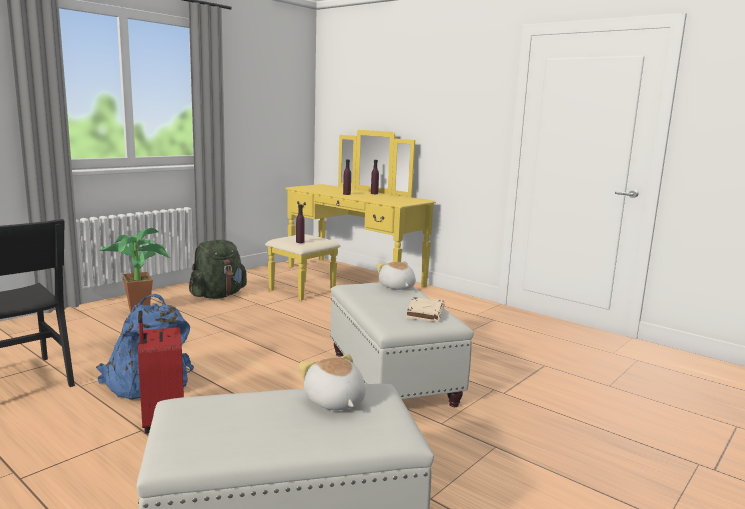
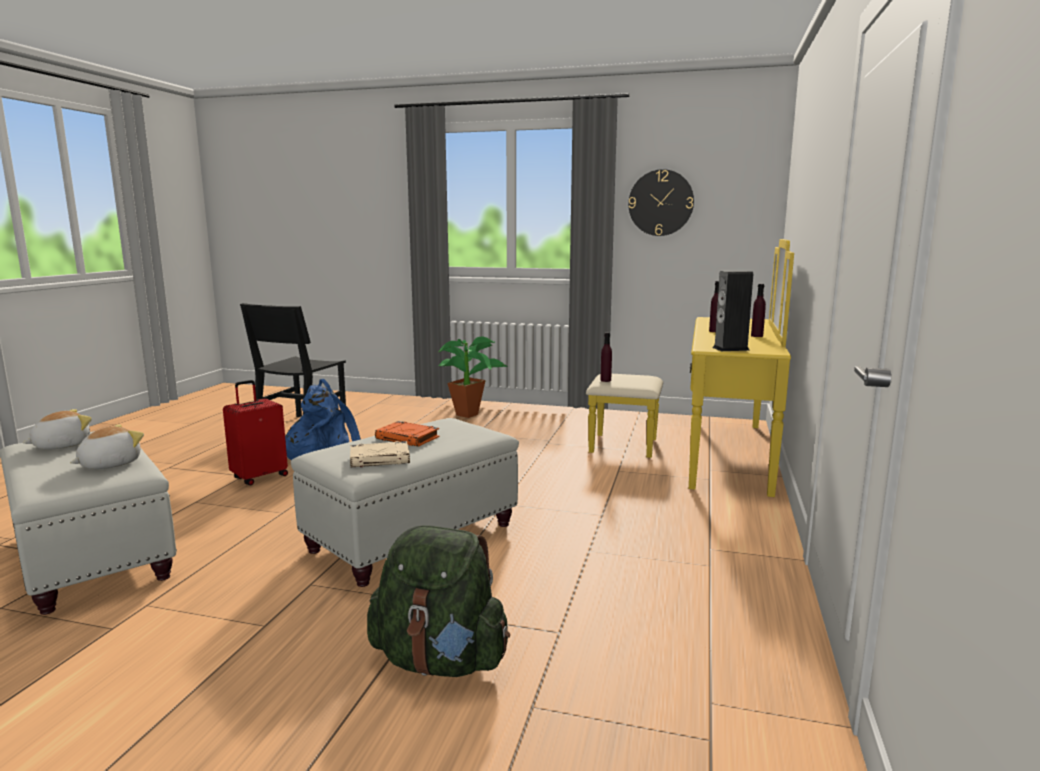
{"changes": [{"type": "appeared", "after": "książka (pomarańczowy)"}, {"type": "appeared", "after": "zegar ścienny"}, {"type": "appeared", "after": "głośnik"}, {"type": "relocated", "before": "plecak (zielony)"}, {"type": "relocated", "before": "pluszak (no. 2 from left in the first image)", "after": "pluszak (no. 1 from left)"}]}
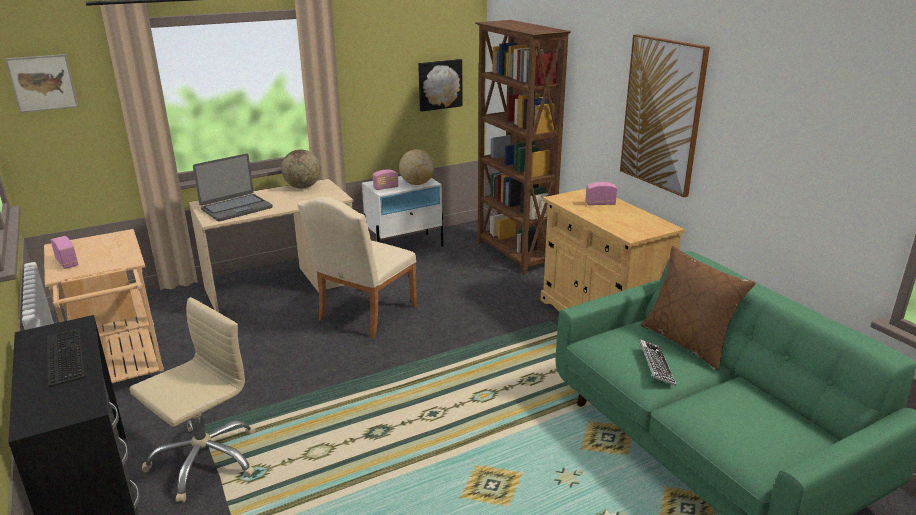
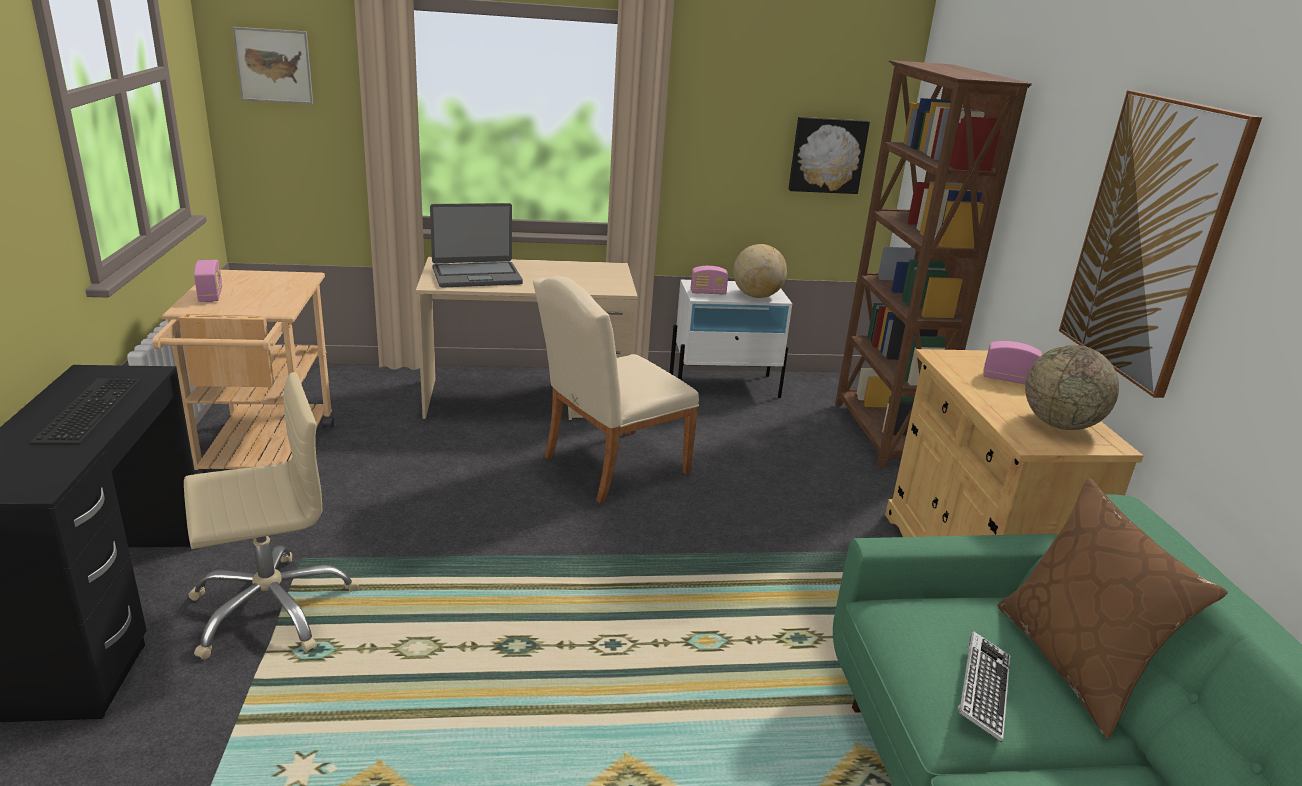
{"changes": [{"type": "relocated", "before": "globus (no. 1 from left in the first image)", "after": "globus (no. 2 from left)"}]}
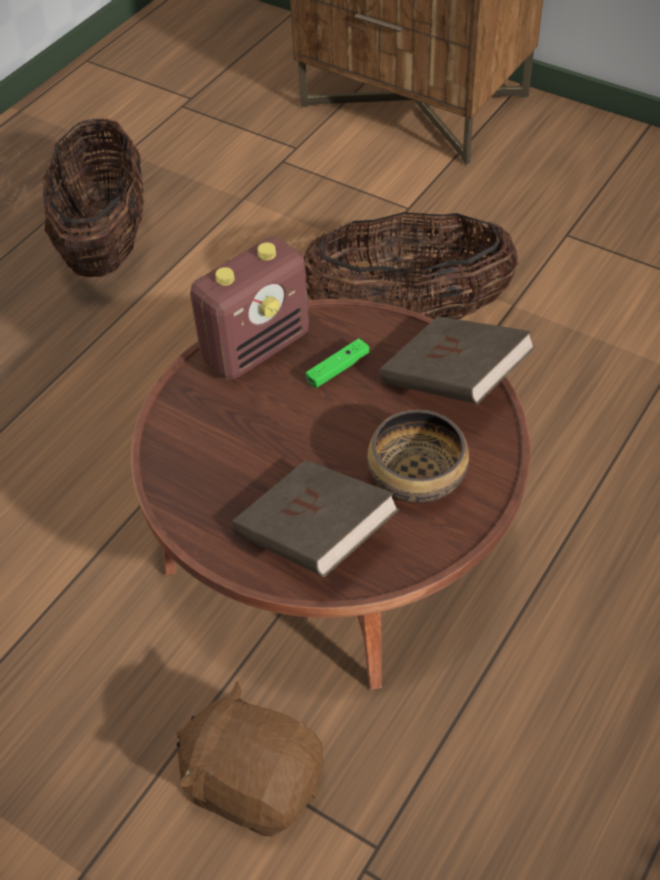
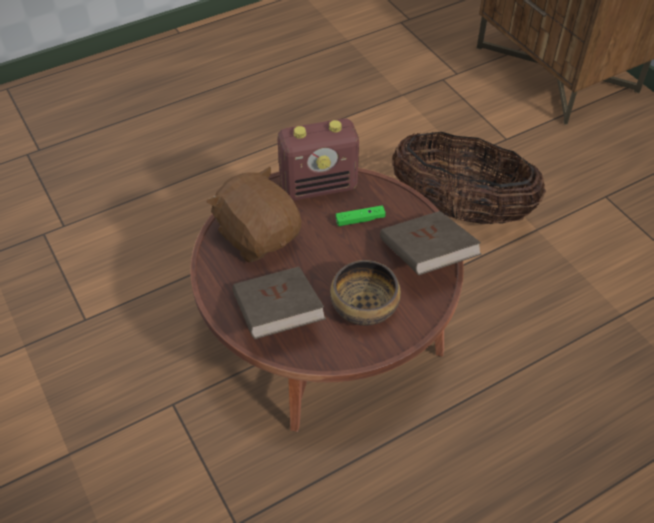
{"changes": [{"type": "missing", "before": "koszyk (no. 1 from left)"}, {"type": "relocated", "before": "pluszak (brązowy)"}]}
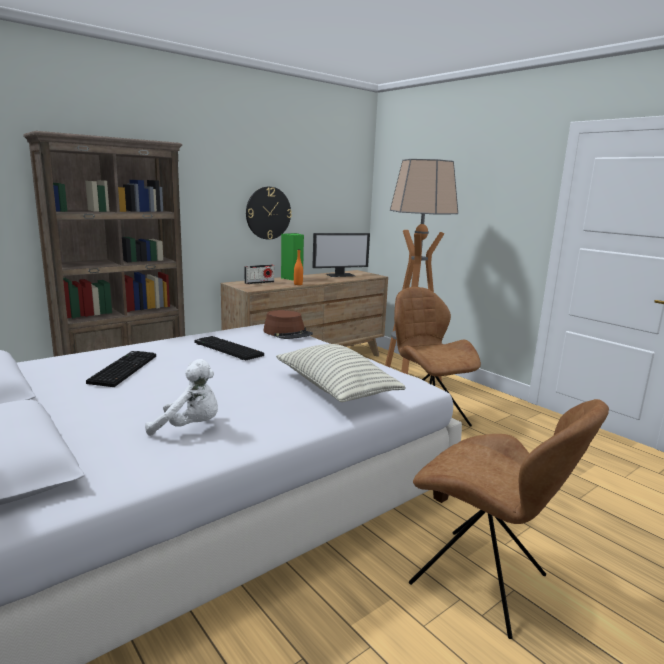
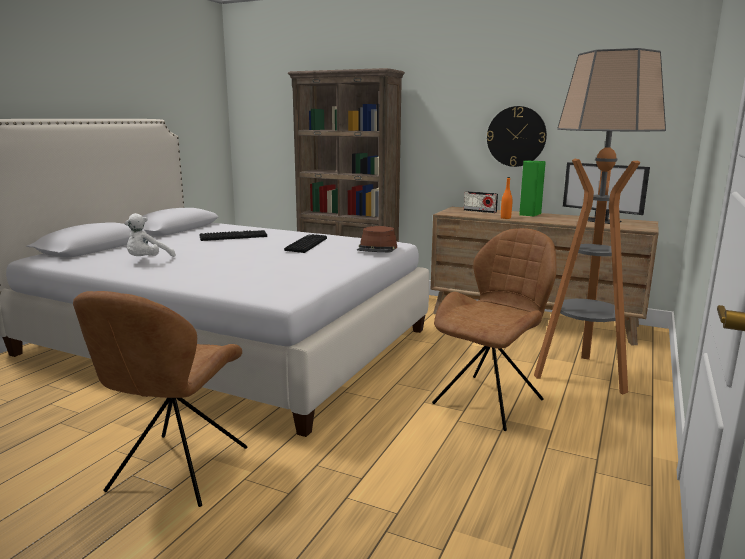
{"changes": [{"type": "missing", "before": "poduszka"}, {"type": "spun", "before": "pluszak (biały)", "turn": 45}]}
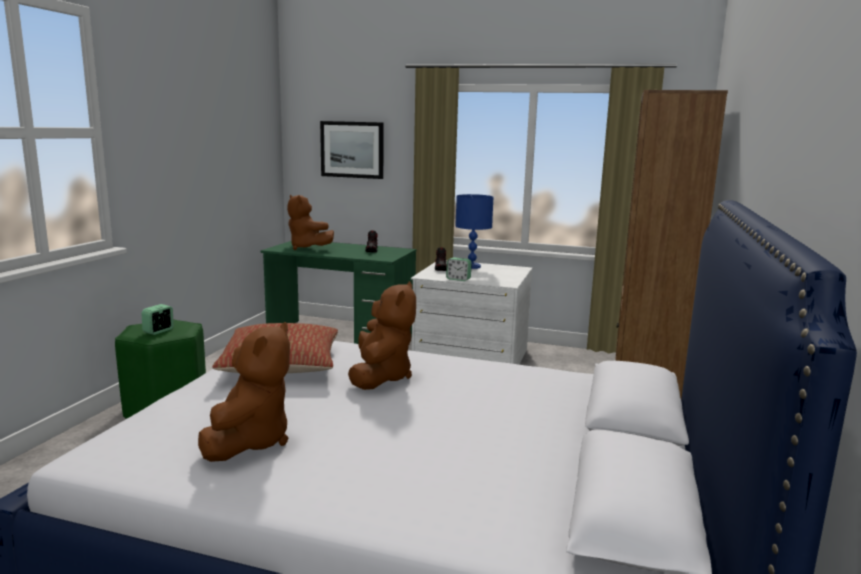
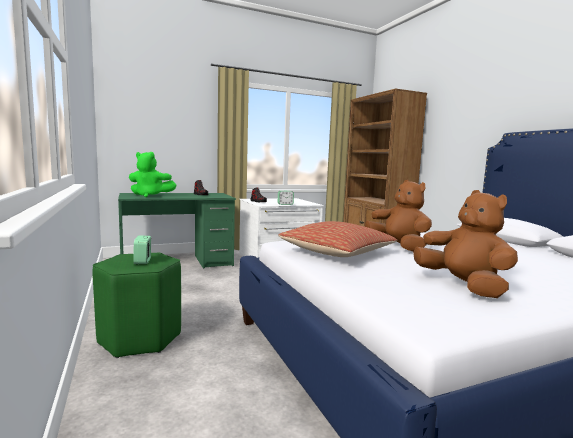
{"changes": [{"type": "missing", "before": "obraz"}, {"type": "missing", "before": "lampa stołowa (niebieski)"}, {"type": "colour", "before": "pluszak (brązowy) (no. 2 from left)", "after": "pluszak (zielony)"}]}
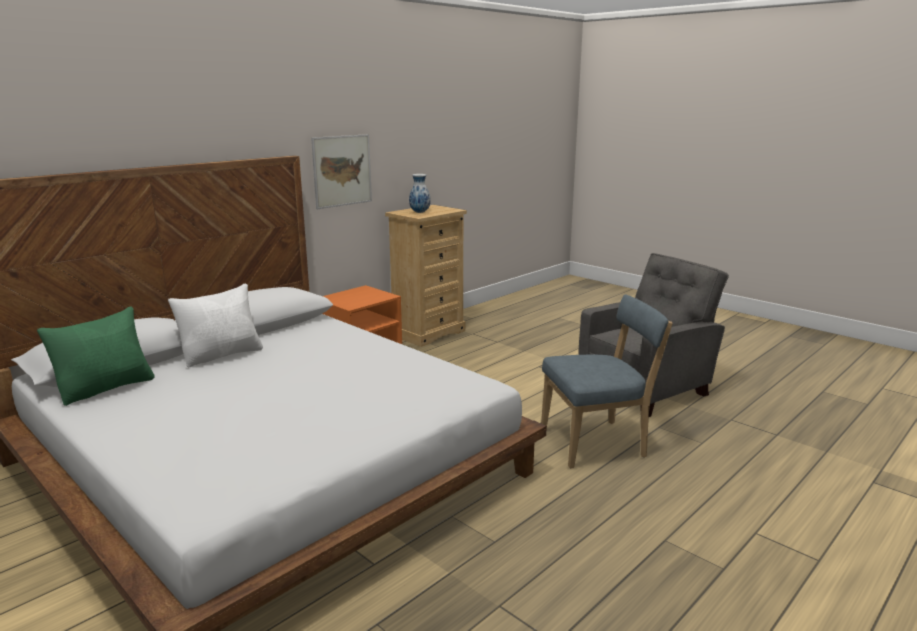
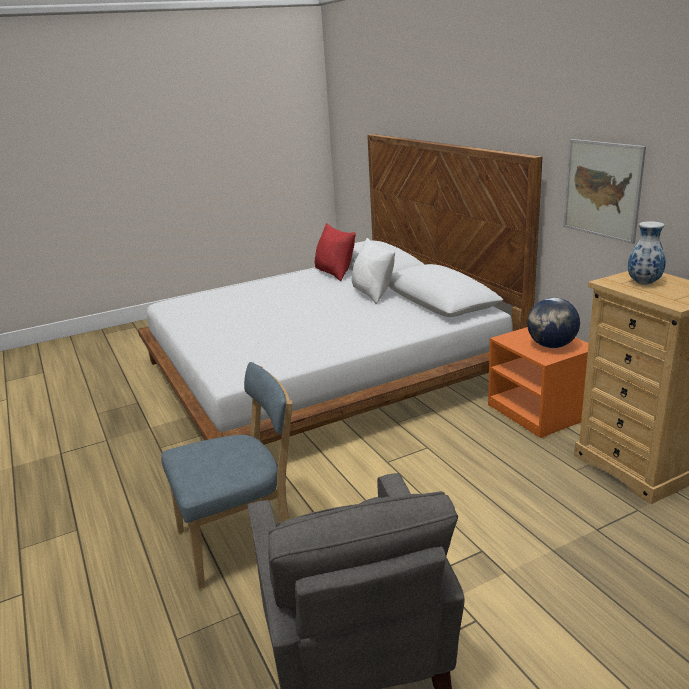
{"changes": [{"type": "appeared", "after": "globus"}, {"type": "colour", "before": "poduszka (zielony)", "after": "poduszka (czerwony)"}, {"type": "spun", "before": "krzesło (niebieski)", "turn": -120}]}
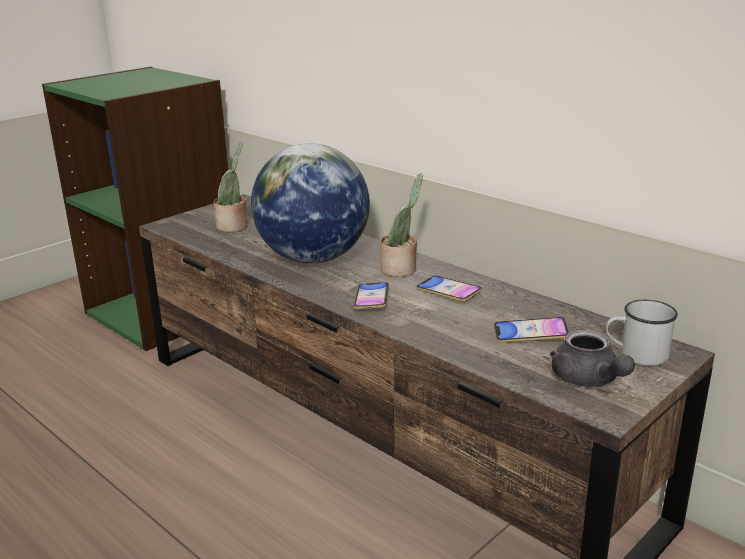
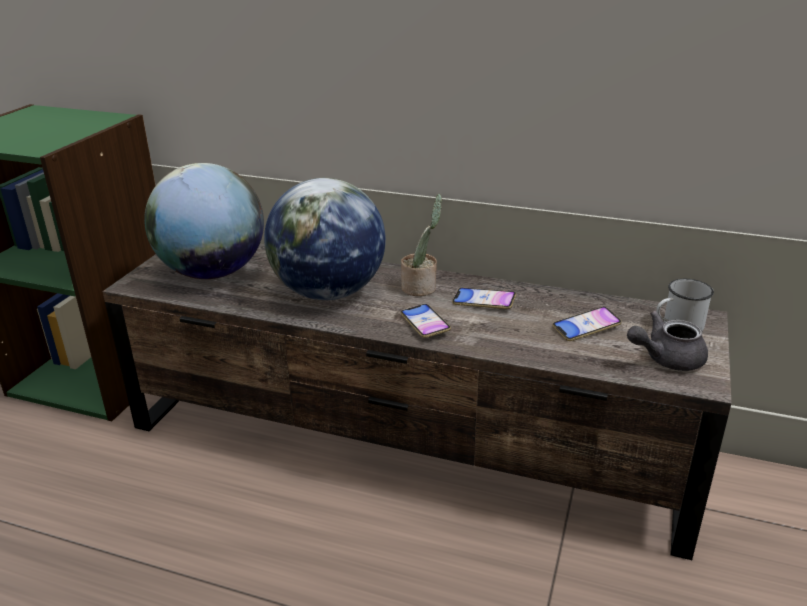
{"changes": [{"type": "exchanged", "before": "roślina doniczkowa (no. 1 from left)", "after": "globus (no. 1 from left)"}, {"type": "spun", "before": "imbryk (szary)", "turn": 120}]}
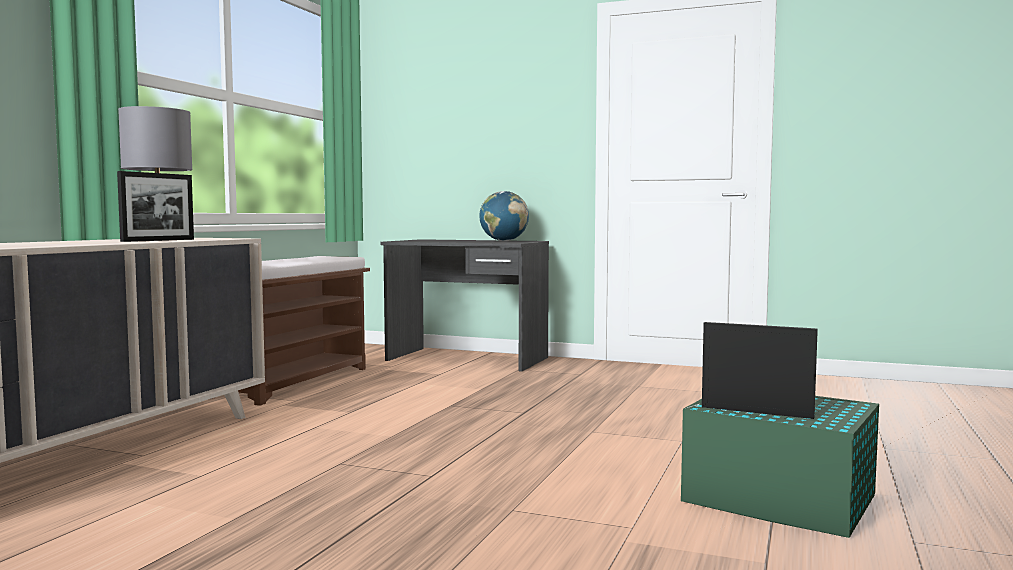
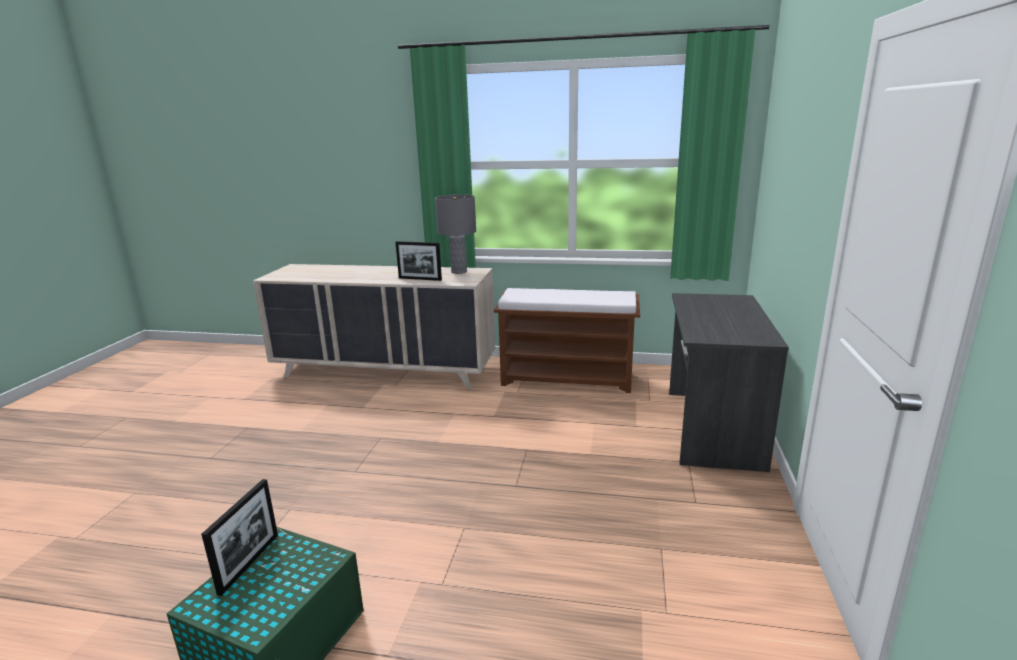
{"changes": [{"type": "missing", "before": "globus"}]}
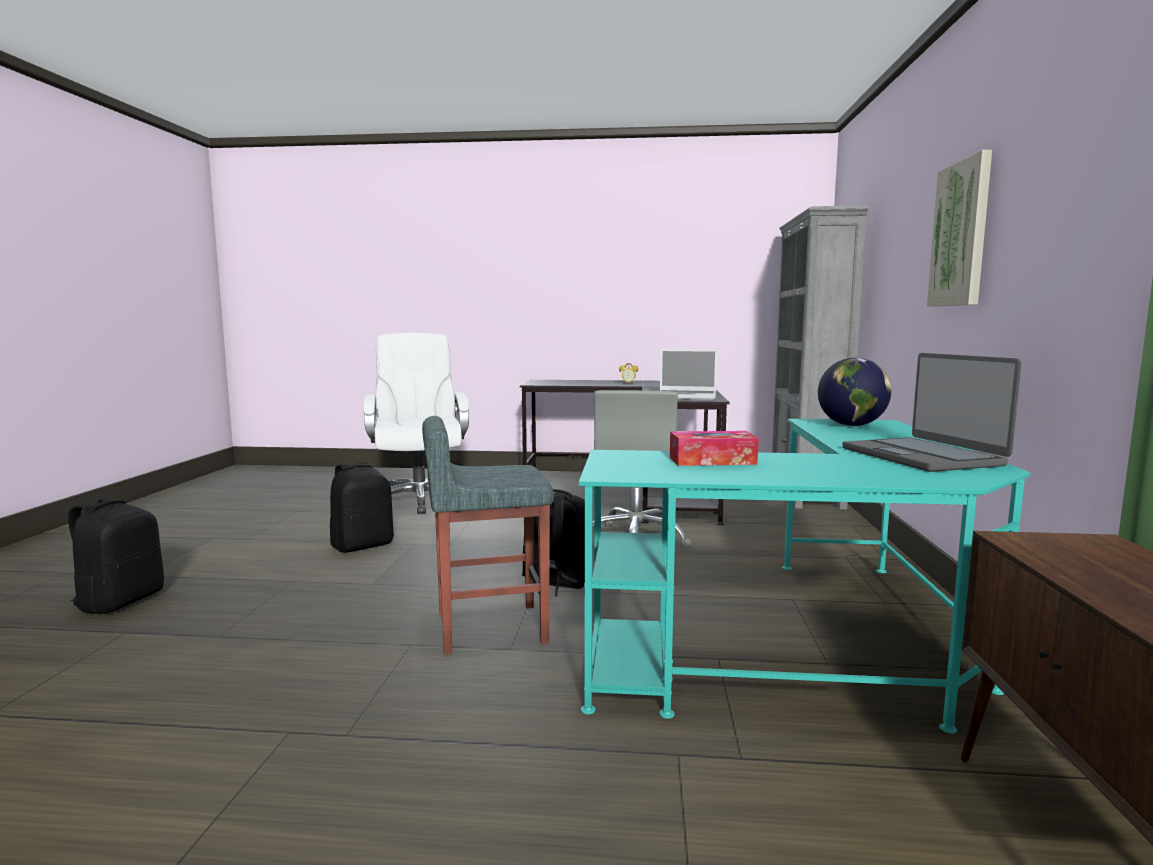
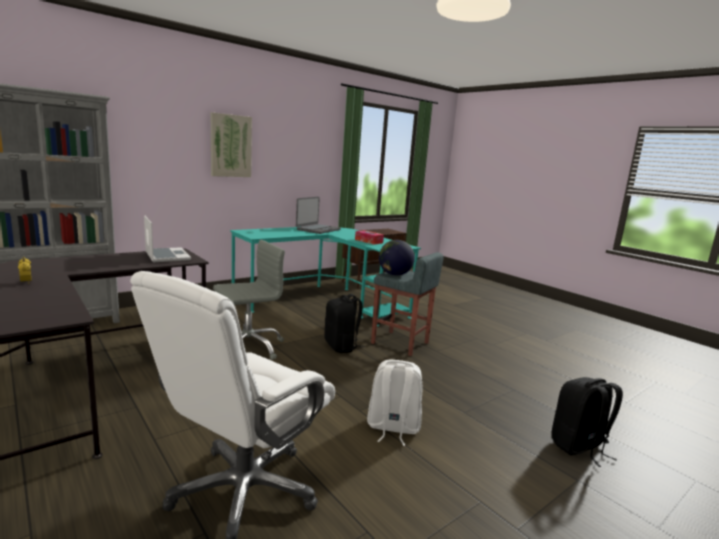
{"changes": [{"type": "relocated", "before": "globus"}, {"type": "colour", "before": "plecak (czarny) (no. 2 from left)", "after": "plecak (biały)"}]}
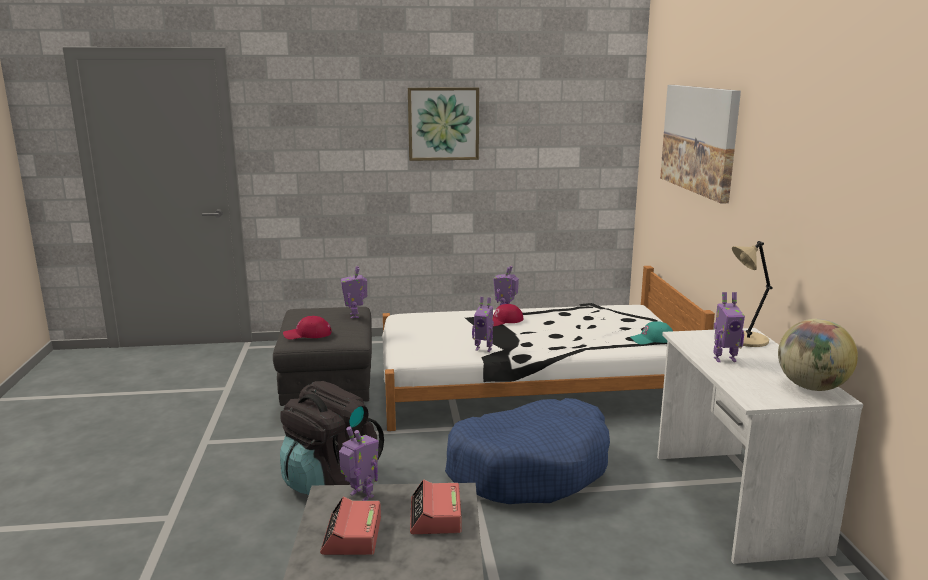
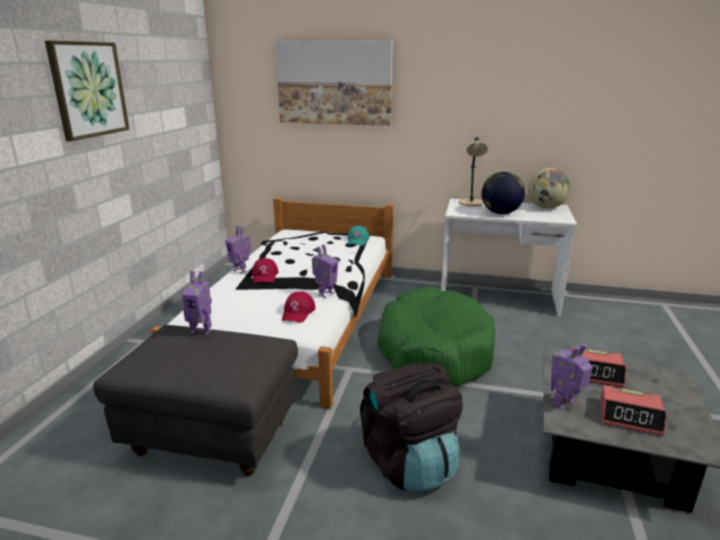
{"changes": [{"type": "relocated", "before": "czapka z daszkiem (czerwony) (no. 1 from left in the first image)", "after": "czapka z daszkiem (czerwony) (no. 2 from left)"}, {"type": "exchanged", "before": "robot zabawkowy (no. 5 from left)", "after": "globus (no. 1 from left)"}, {"type": "colour", "before": "legowisko (niebieski)", "after": "legowisko (zielony)"}]}
